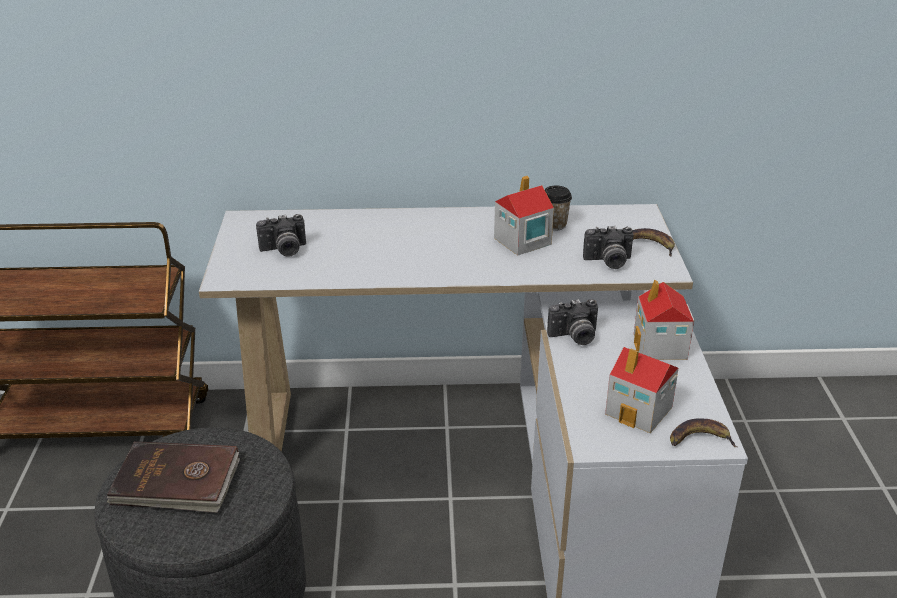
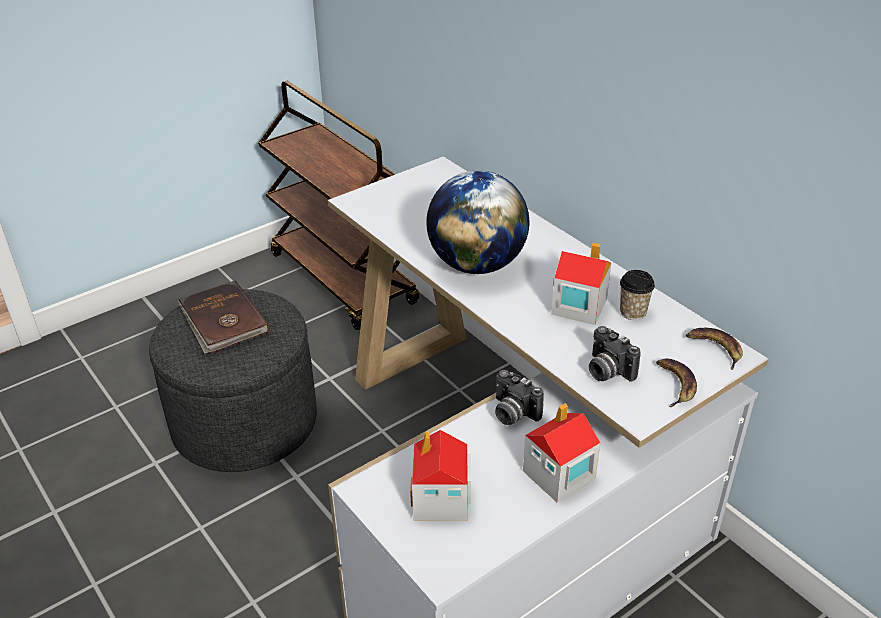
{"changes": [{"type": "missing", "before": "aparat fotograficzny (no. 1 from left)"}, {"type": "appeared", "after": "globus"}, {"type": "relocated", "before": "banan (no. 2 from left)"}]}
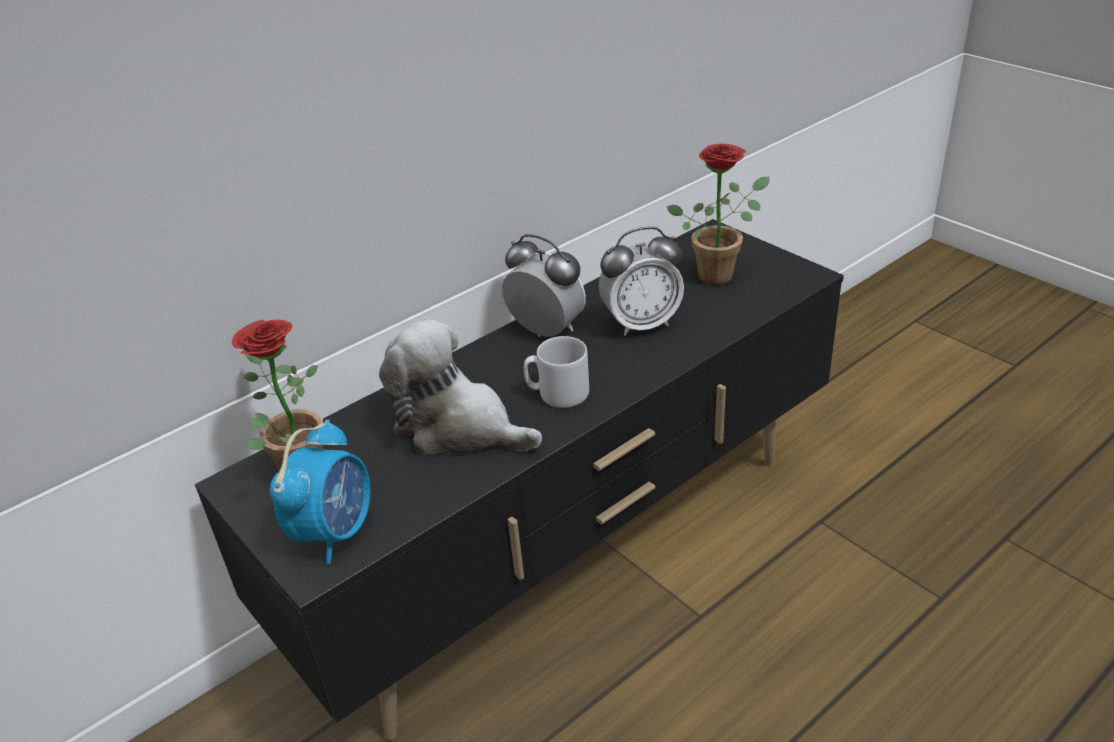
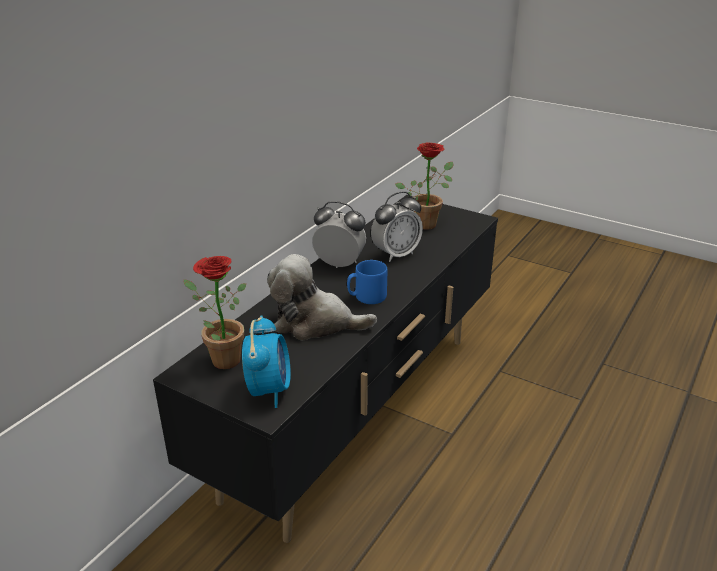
{"changes": [{"type": "colour", "before": "kubek (szary)", "after": "kubek (niebieski)"}]}
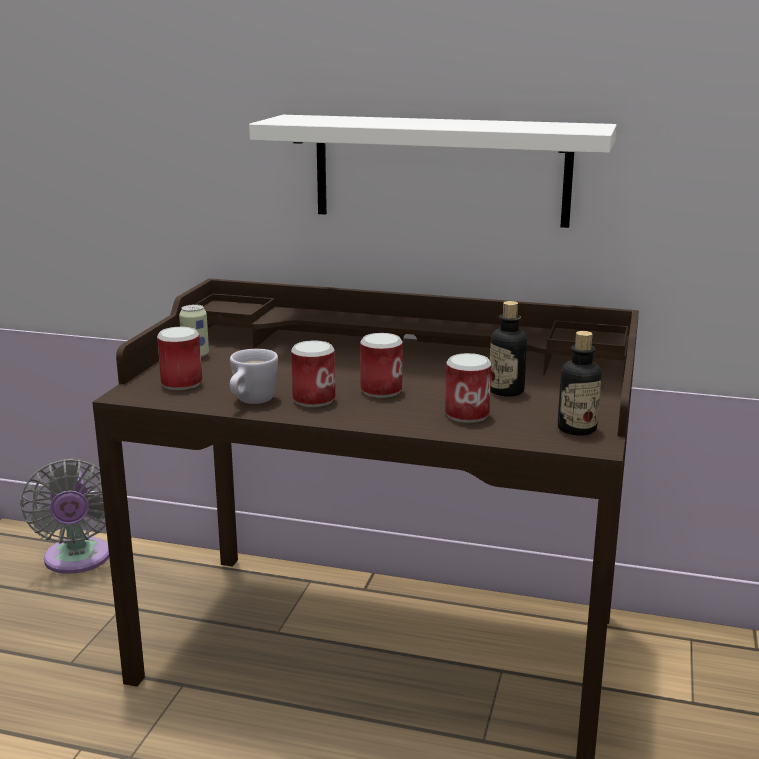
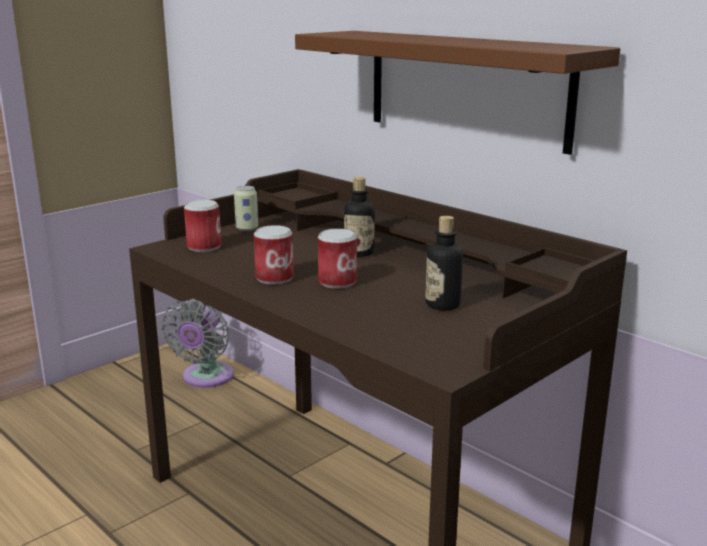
{"changes": [{"type": "missing", "before": "kubek (biały)"}, {"type": "missing", "before": "puszka (no. 5 from left)"}, {"type": "relocated", "before": "butelka (no. 2 from left in the first image)", "after": "butelka (no. 1 from left)"}, {"type": "colour", "before": "półka (biały)", "after": "półka (brązowy)"}]}
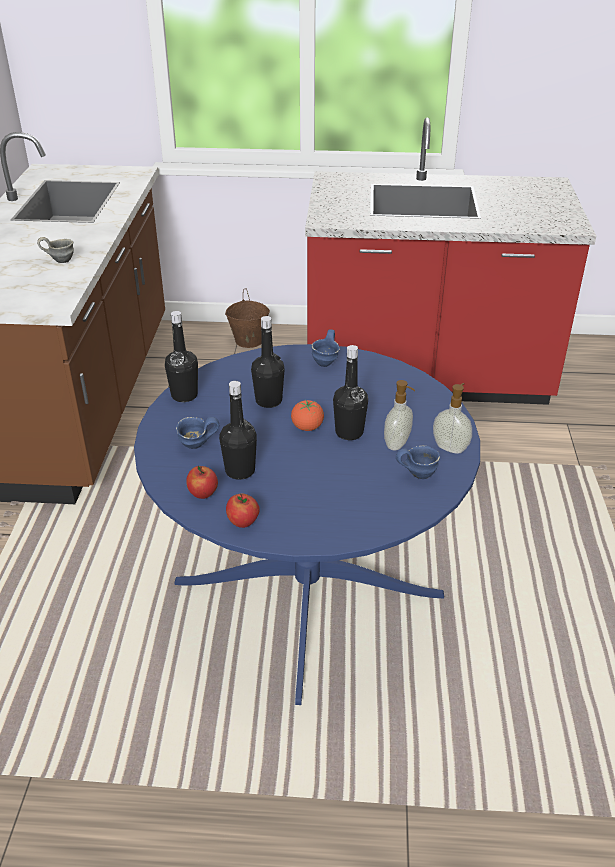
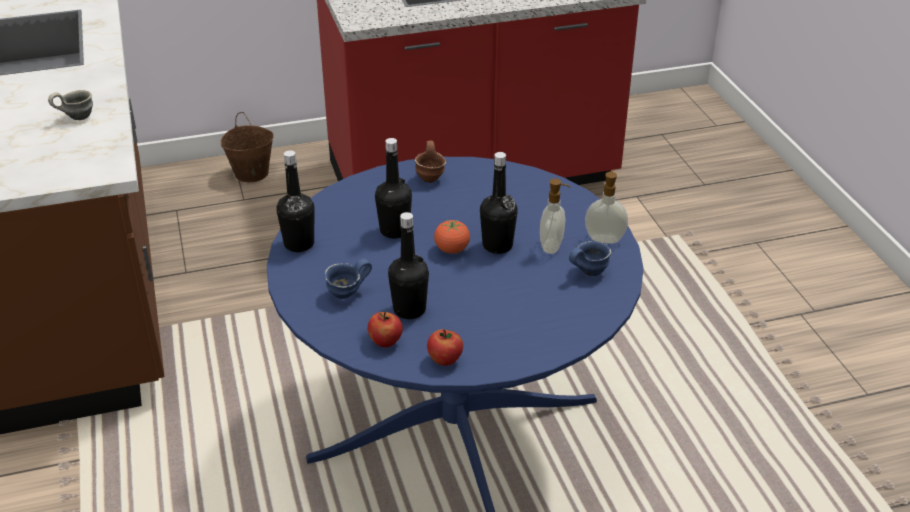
{"changes": [{"type": "colour", "before": "kubek (niebieski) (no. 2 from left)", "after": "kubek (brązowy)"}]}
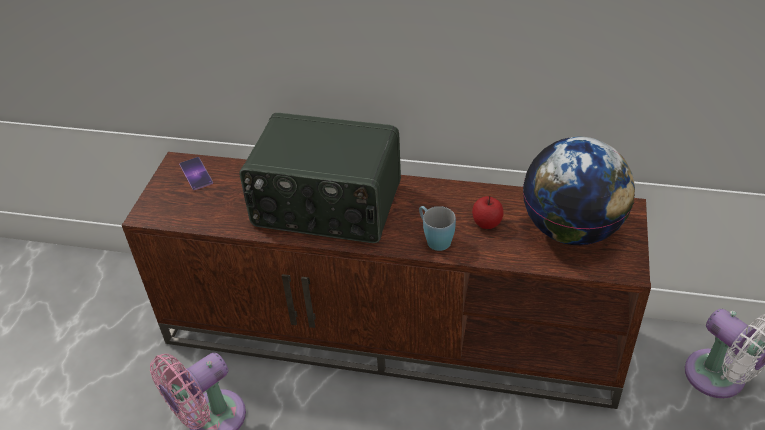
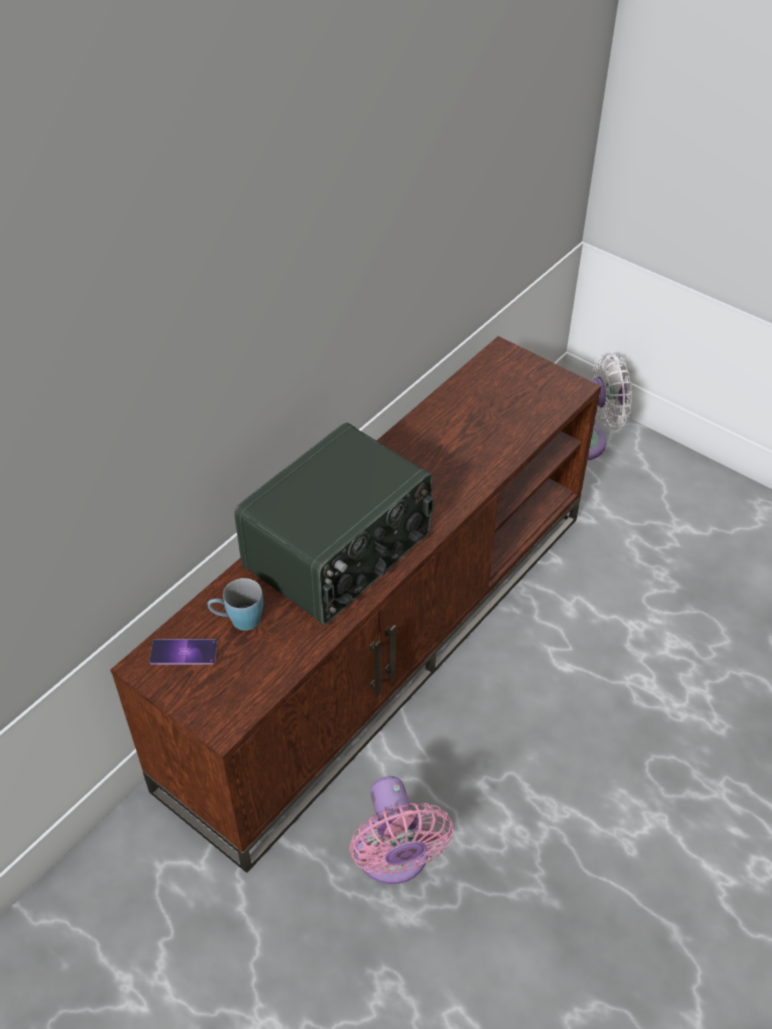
{"changes": [{"type": "missing", "before": "jabłko"}, {"type": "missing", "before": "globus"}, {"type": "relocated", "before": "kubek (niebieski)"}]}
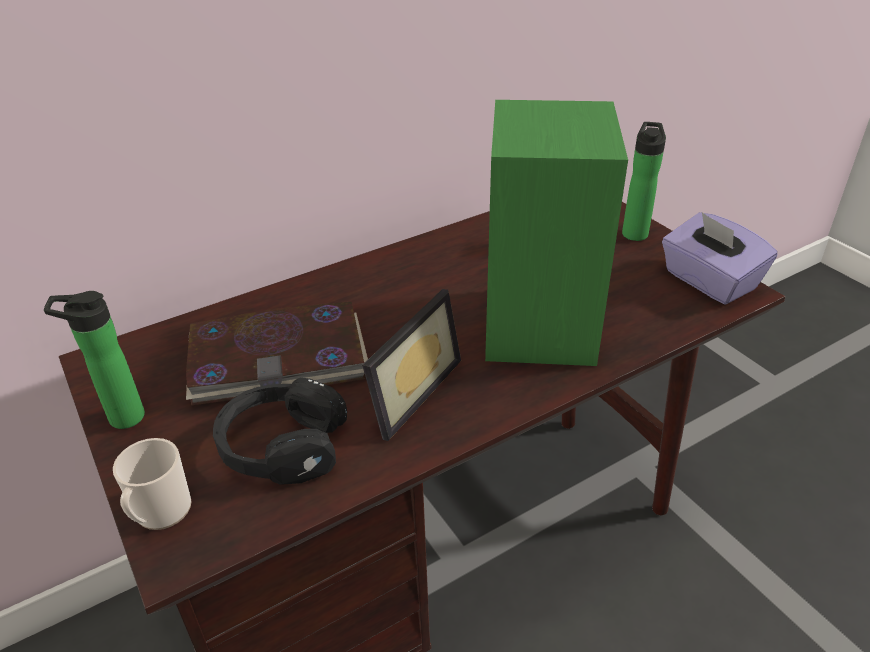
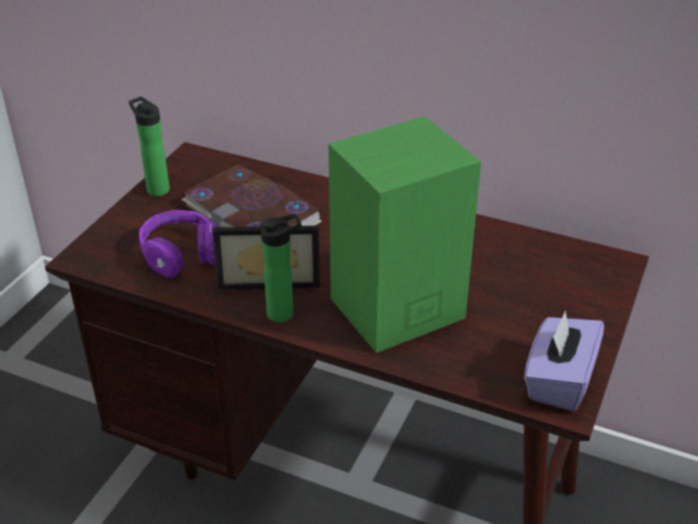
{"changes": [{"type": "missing", "before": "kubek"}, {"type": "relocated", "before": "butelka (no. 2 from left)"}, {"type": "colour", "before": "słuchawki (czarny)", "after": "słuchawki (fioletowy)"}]}
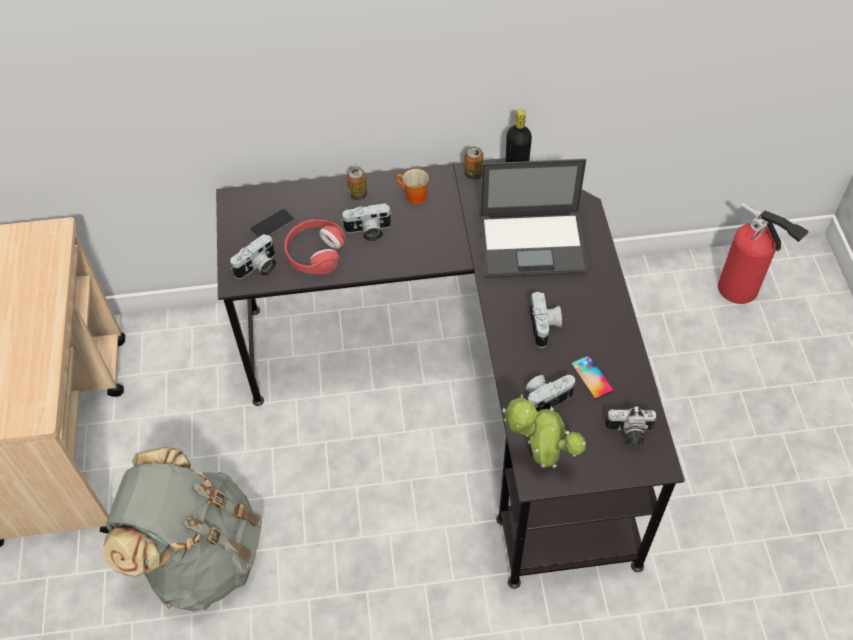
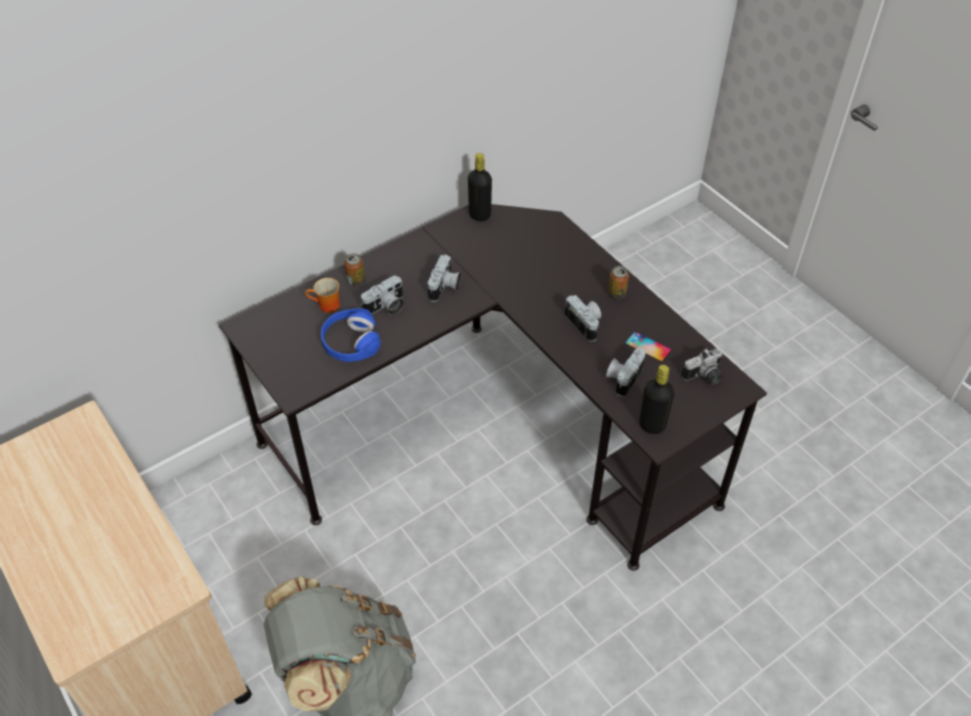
{"changes": [{"type": "missing", "before": "telefon (no. 1 from left)"}, {"type": "missing", "before": "laptop"}, {"type": "missing", "before": "gaśnica"}, {"type": "relocated", "before": "aparat fotograficzny (no. 1 from left in the first image)", "after": "aparat fotograficzny (no. 2 from left)"}, {"type": "relocated", "before": "kubek"}, {"type": "relocated", "before": "puszka (no. 2 from left)"}, {"type": "exchanged", "before": "roślina doniczkowa", "after": "butelka (czarny) (no. 2 from left)"}, {"type": "colour", "before": "słuchawki (czerwony)", "after": "słuchawki (niebieski)"}]}
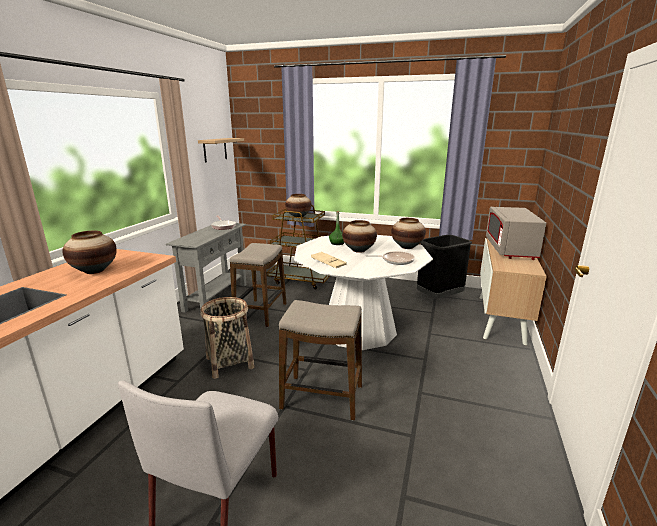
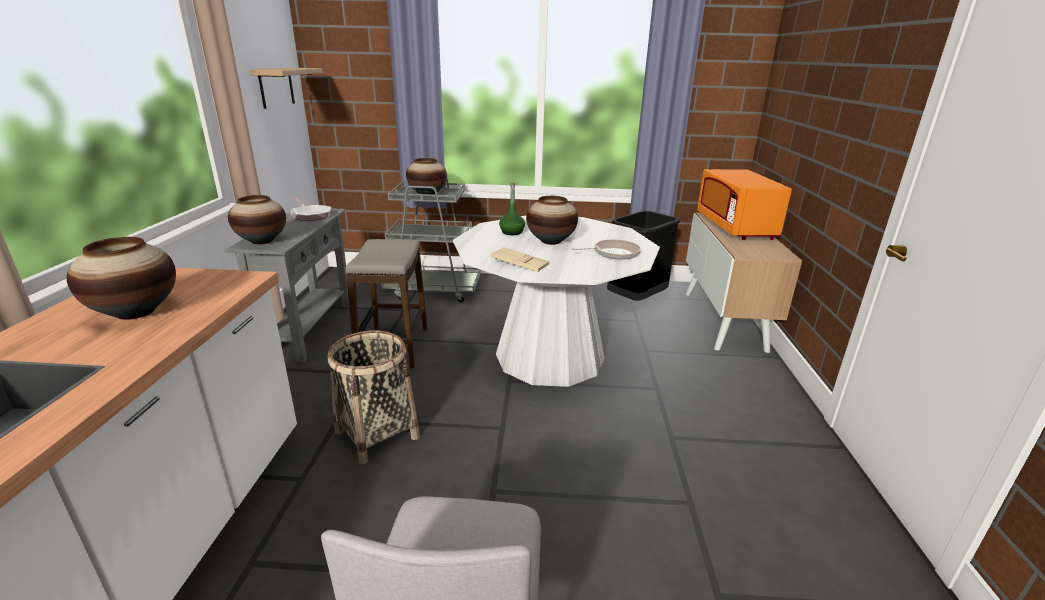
{"changes": [{"type": "missing", "before": "stołek (no. 2 from left)"}, {"type": "relocated", "before": "wazon (no. 4 from left in the first image)", "after": "wazon (no. 2 from left)"}, {"type": "colour", "before": "wózek (brązowy)", "after": "wózek (szary)"}, {"type": "colour", "before": "mikrofalówka (szary)", "after": "mikrofalówka (pomarańczowy)"}]}
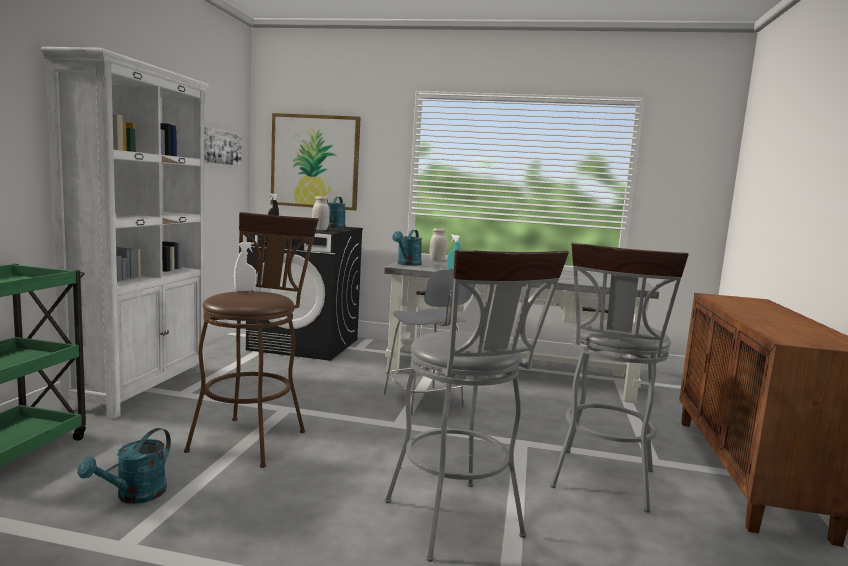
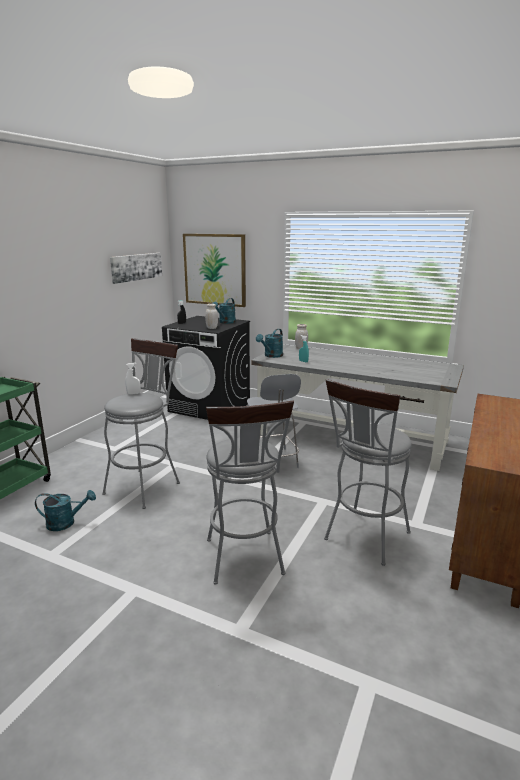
{"changes": [{"type": "missing", "before": "regał (biały)"}, {"type": "colour", "before": "stołek (brązowy)", "after": "stołek (szary) (no. 1 from left)"}, {"type": "spun", "before": "konewka (turkusowy) (no. 1 from left)", "turn": -135}]}
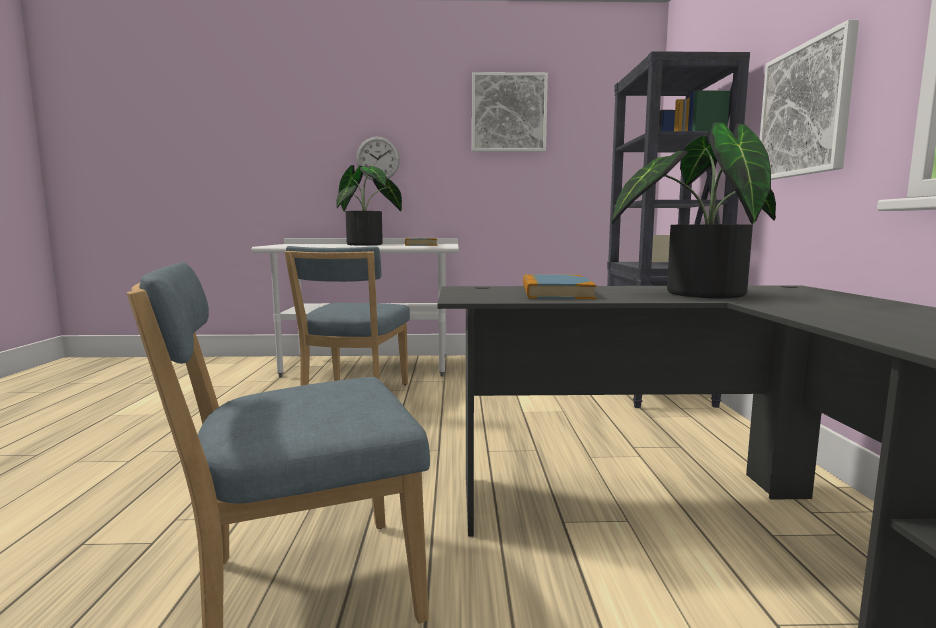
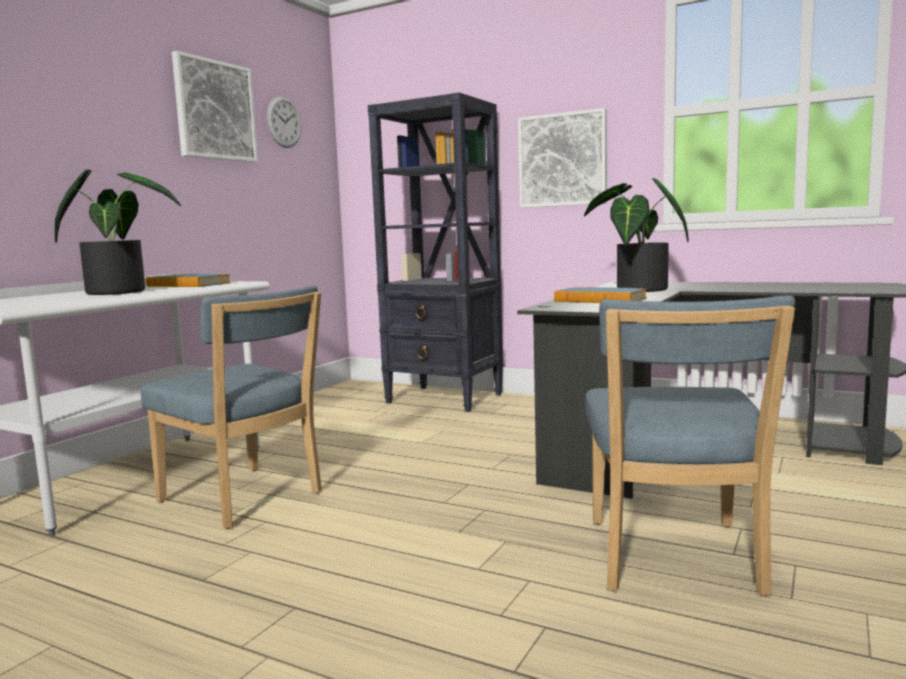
{"changes": [{"type": "relocated", "before": "zegar ścienny"}]}
